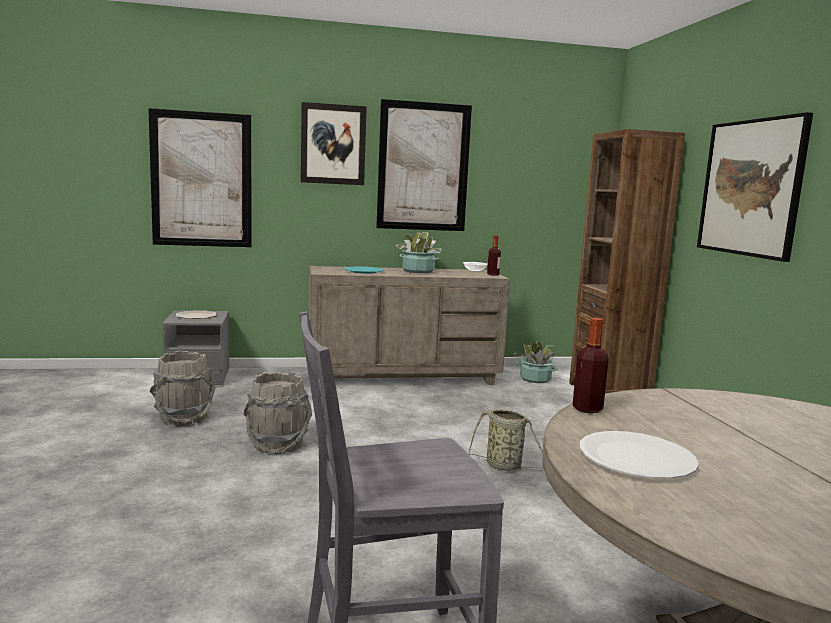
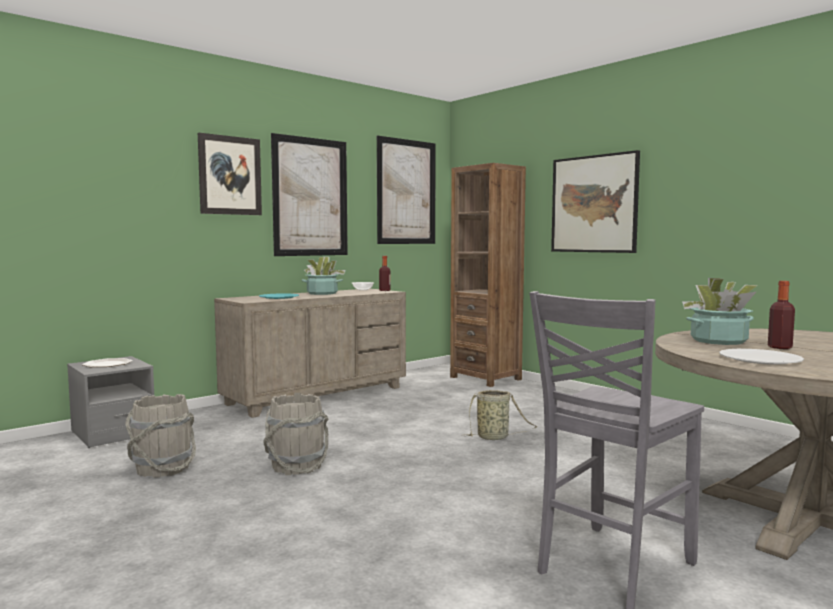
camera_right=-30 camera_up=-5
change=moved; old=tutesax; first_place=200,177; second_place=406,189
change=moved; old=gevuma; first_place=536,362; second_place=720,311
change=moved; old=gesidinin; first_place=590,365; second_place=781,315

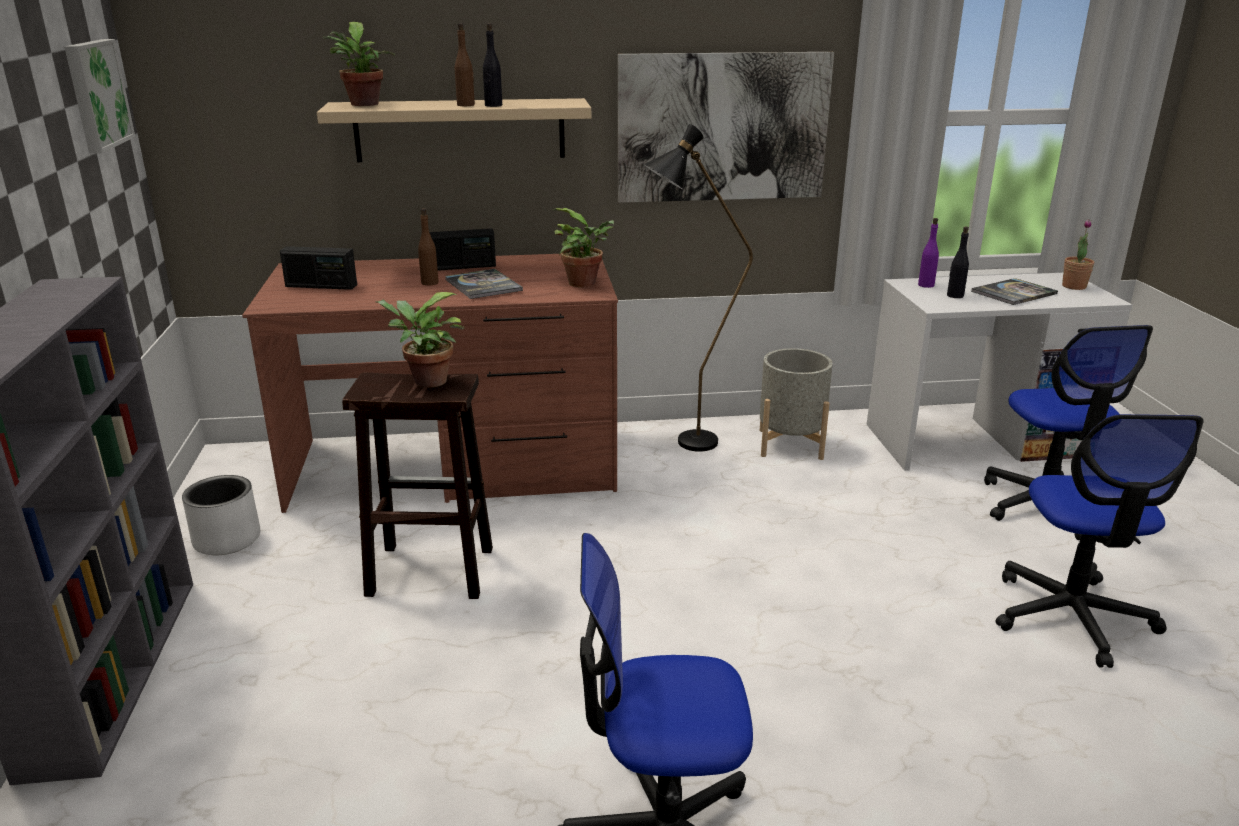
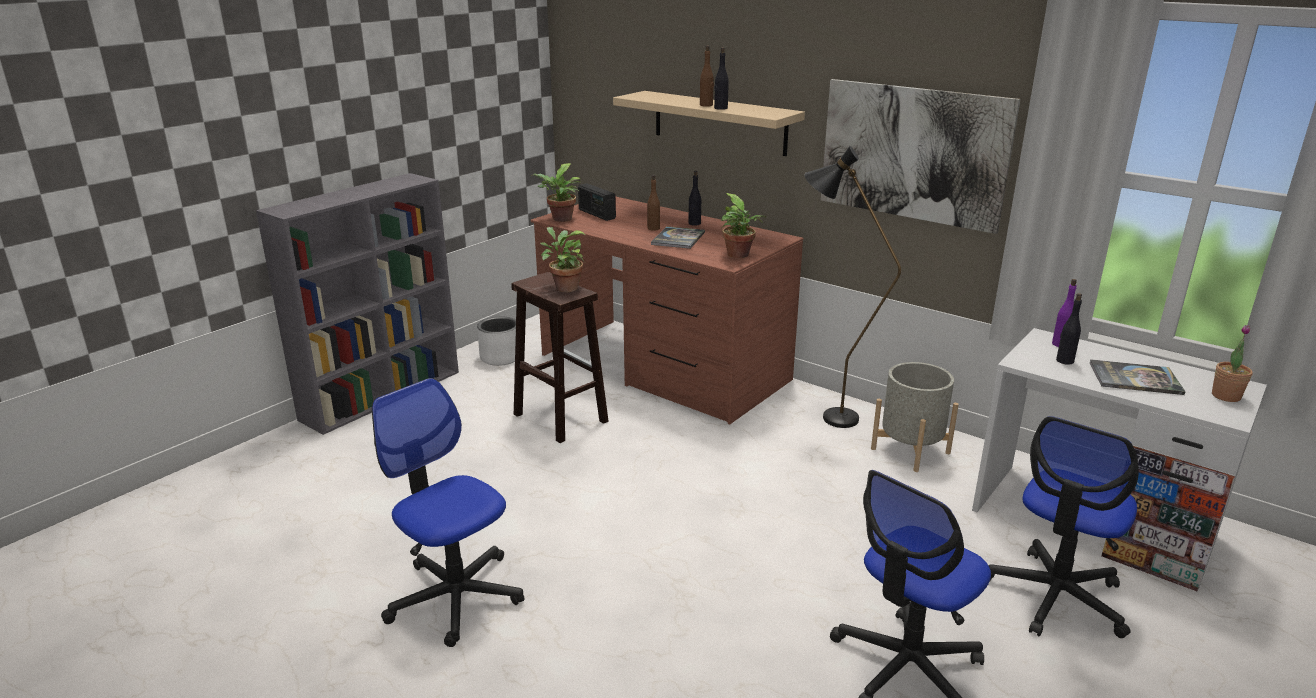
camera_right=45 camera_up=0
change=removed; old=tutesax; first_place=99,96
change=moved; old=gevuma; first_place=359,64; second_place=556,192
change=replaced; old=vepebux; new=black gesidinin; first_place=462,249; second_place=694,198

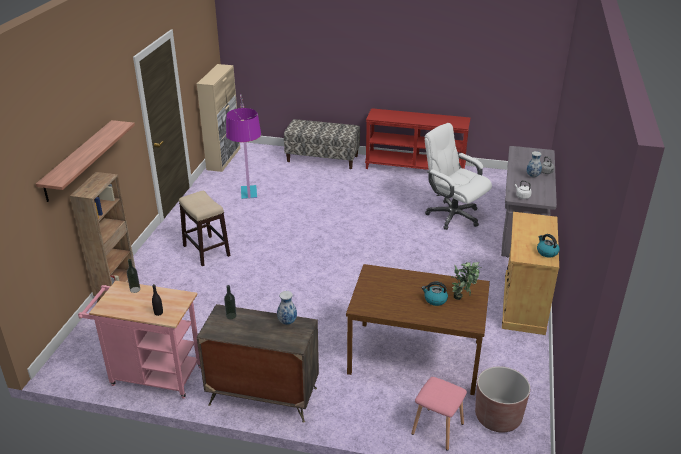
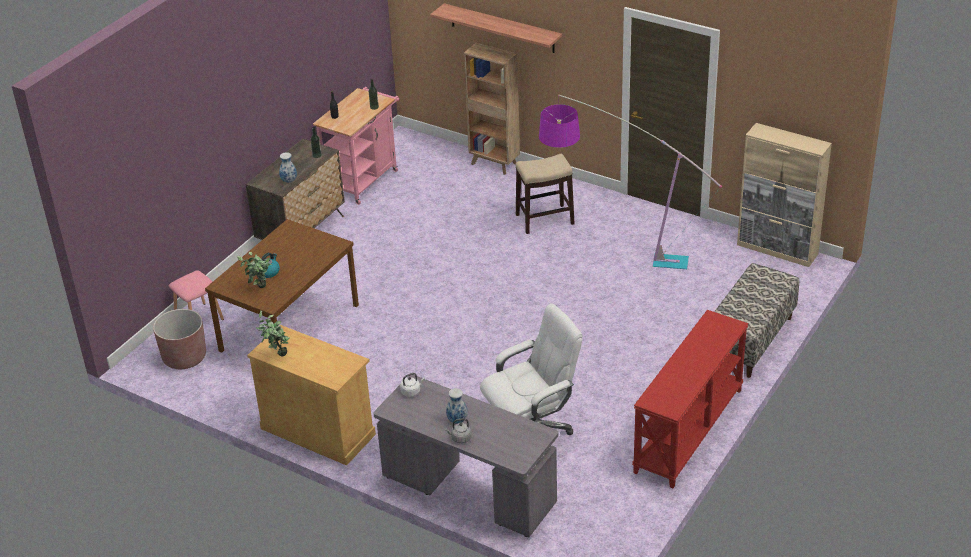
camera_right=110 camera_up=5
change=replaced; old=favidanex; new=gevuma; first_place=548,245; second_place=273,334

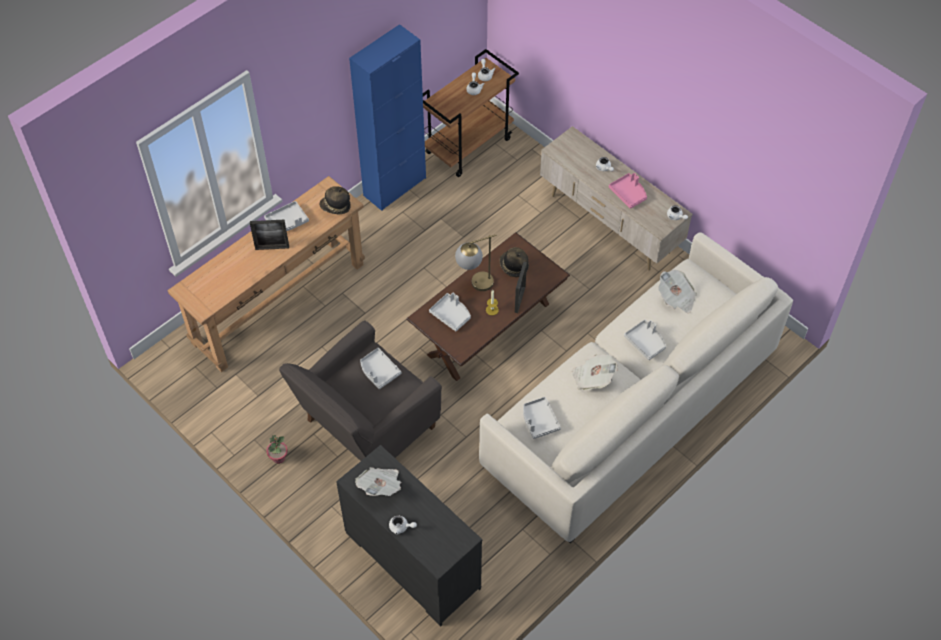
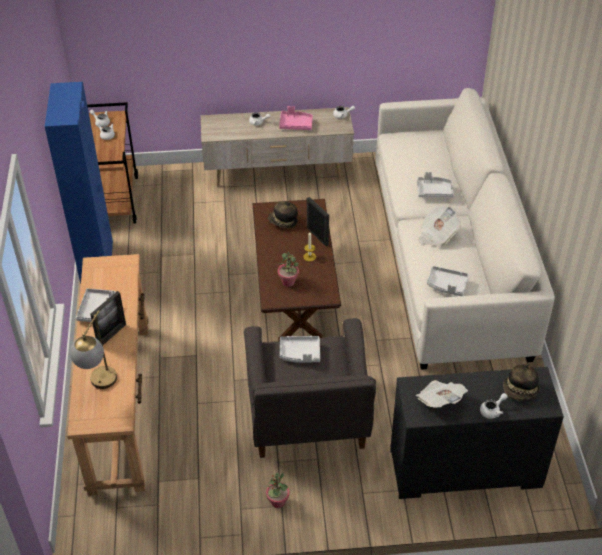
camera_right=-50 camera_up=-10
change=moved; old=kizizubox; first_place=335,200; second_place=521,382
change=replaced; old=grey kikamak; new=gevuma; first_place=450,312; second_place=288,269
change=moved; old=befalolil; first_place=476,263; second_place=93,349
change=removed; old=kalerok; first_place=677,292

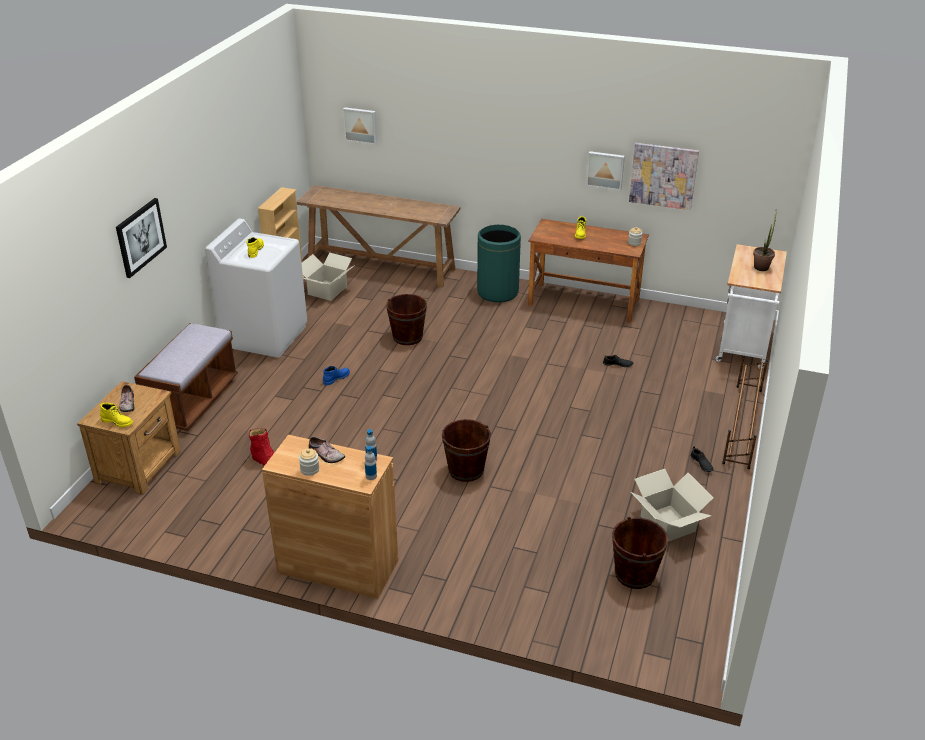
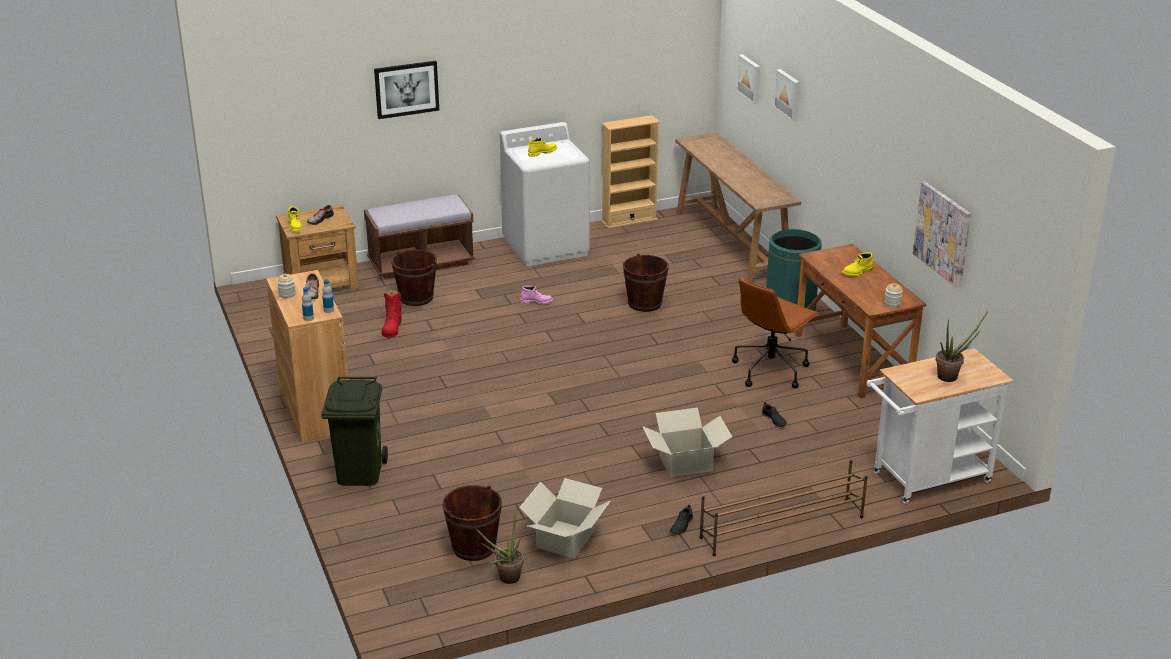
camera_right=50 camera_up=-5
change=moved; old=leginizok; first_place=328,277; second_place=687,442
change=recoloured; old=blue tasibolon; new=pink tasibolon; first_place=336,375; second_place=536,295
change=moved; old=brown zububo; first_place=466,450; second_place=414,278
change=moved; old=tutesax; first_place=605,171; second_place=787,95
change=added; new=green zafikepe; second_place=354,431
change=added; new=gevuma; second_place=500,548
change=added; new=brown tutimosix; second_place=776,333

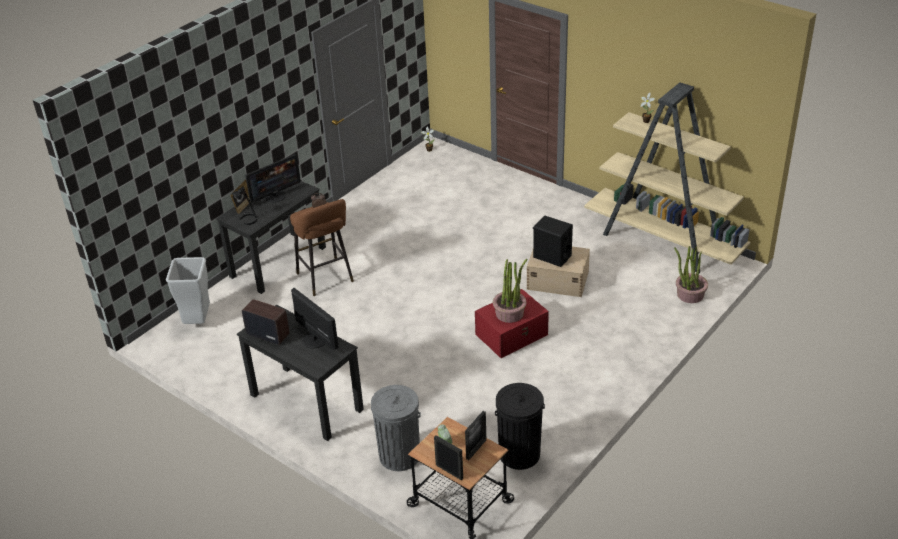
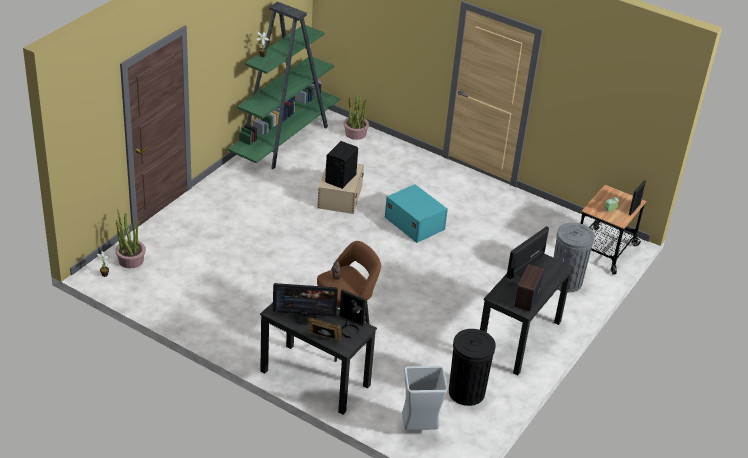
camera_right=-100 camera_up=0
change=turned; old=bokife; first_place=273,178; second_place=305,304; degrees=135
change=moved; old=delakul; first_place=475,435; second_place=352,307
change=recoloured; old=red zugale; new=turquoise zugale; first_place=512,323; second_place=416,213
change=moved; old=gevuma; first_place=510,291; second_place=130,238
change=moved; old=black zafikepe; first_place=520,426; second_place=472,367
change=recoloured; old=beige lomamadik; new=green lomamadik; first_place=667,177; second_place=284,85

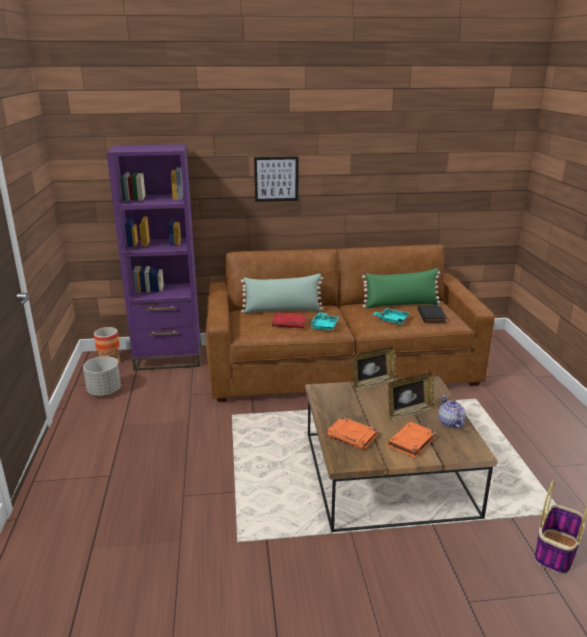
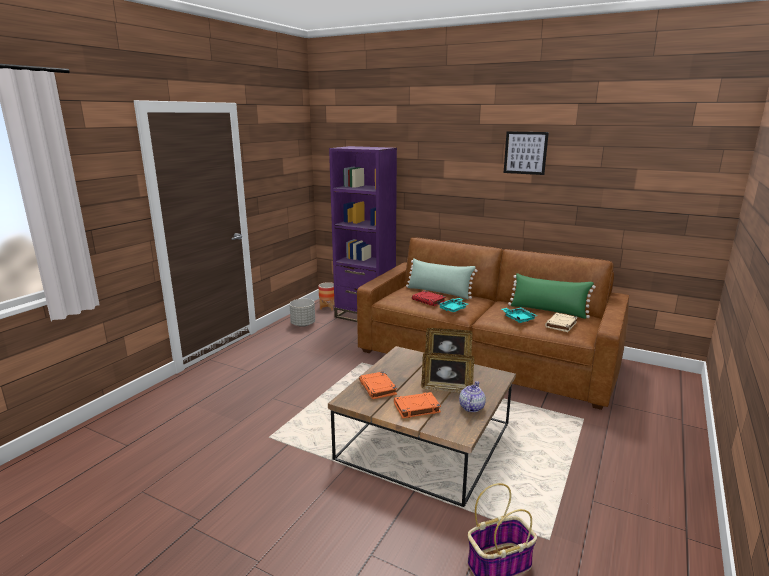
camera_right=35 camera_up=-5
change=moved; old=tutesax; first_place=276,179; second_place=526,153
change=recoloured; old=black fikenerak; new=beige fikenerak; first_place=432,314; second_place=561,322

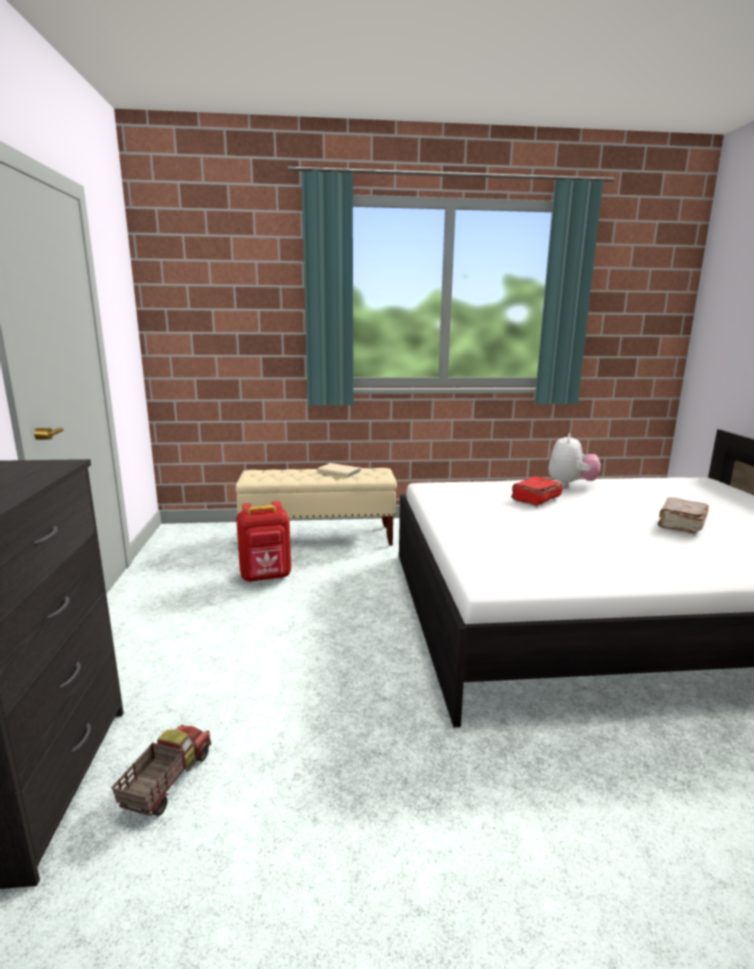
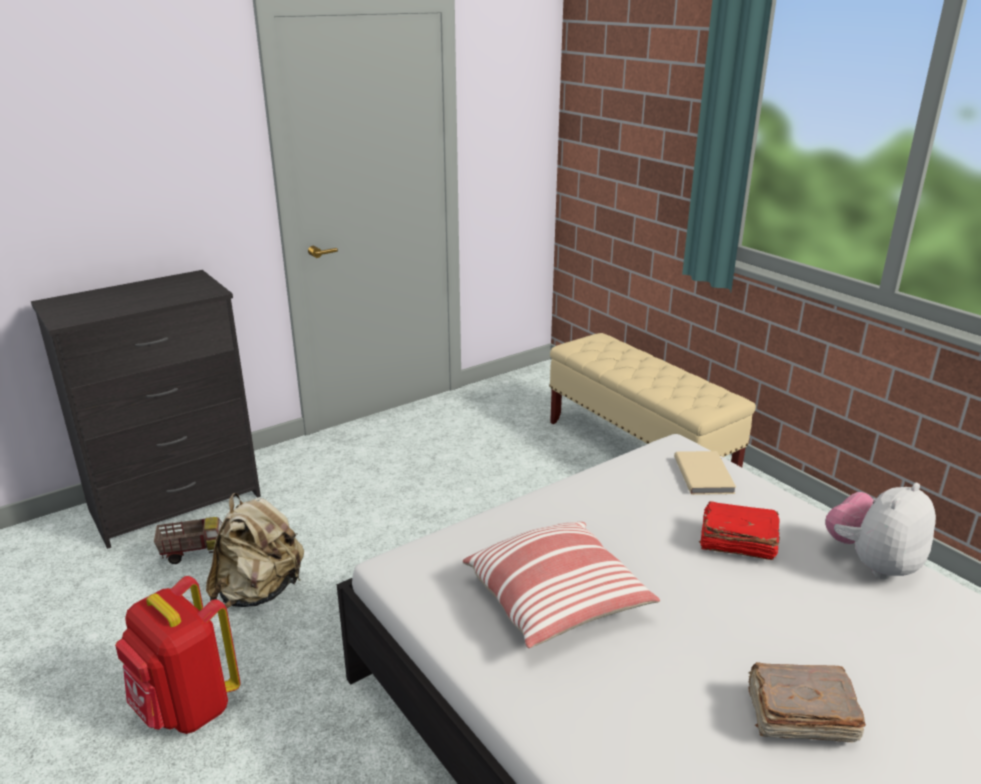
camera_right=60 camera_up=10
change=moved; old=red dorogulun; first_place=263,541; second_place=178,655
change=moved; old=beige fikenerak; first_place=338,470; second_place=705,473
change=turned; old=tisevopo; first_place=575,460; second_place=881,531; degrees=150
change=added; new=beige dorogulun; second_place=255,550
change=added; new=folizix; second_place=561,585

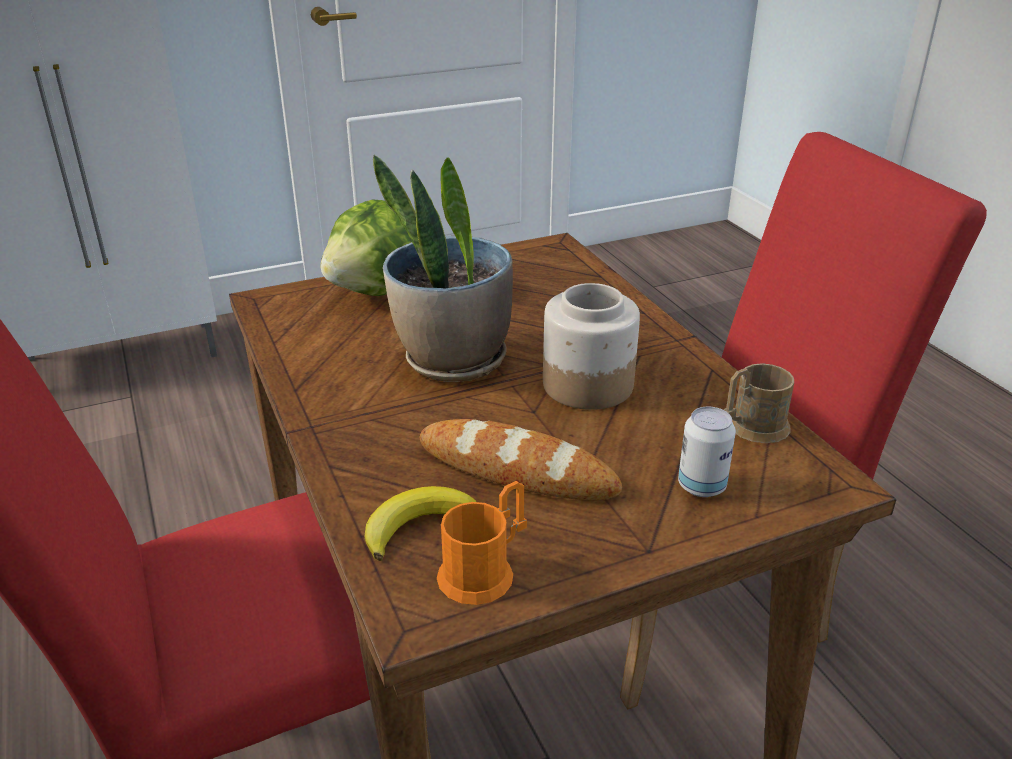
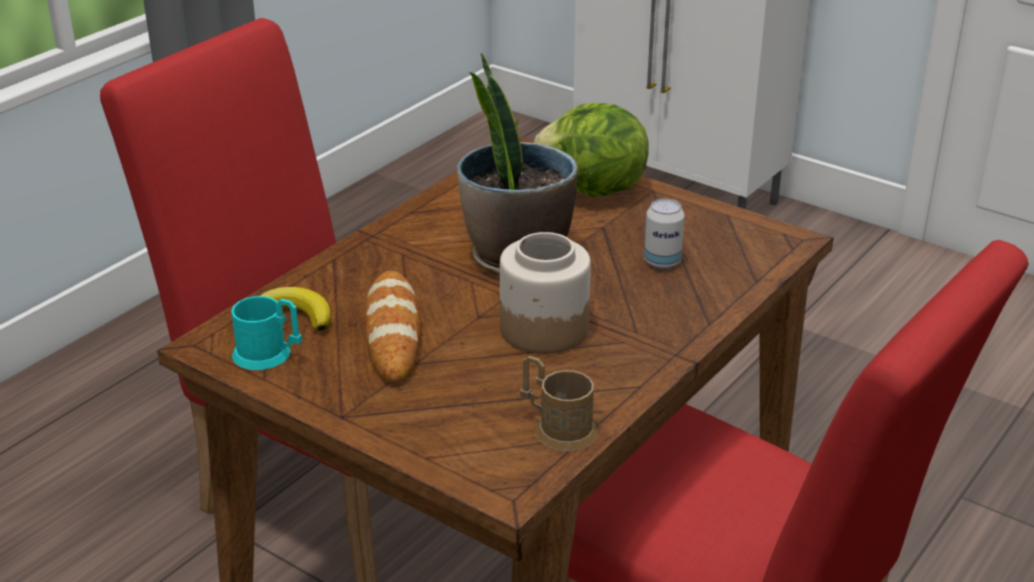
camera_right=60 camera_up=0
change=recoloured; old=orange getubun; new=turquoise getubun; first_place=482,543; second_place=266,333
change=moved; old=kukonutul; first_place=707,452; second_place=664,233

